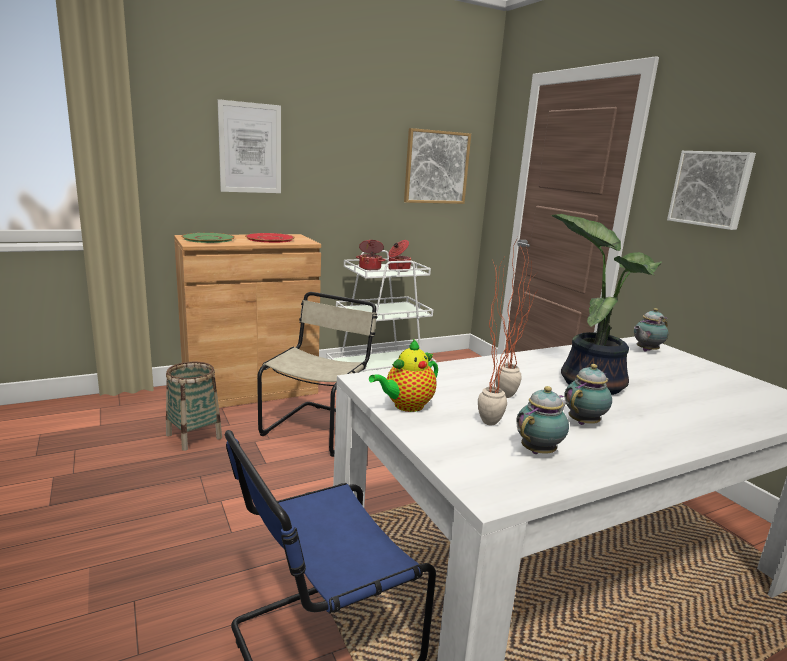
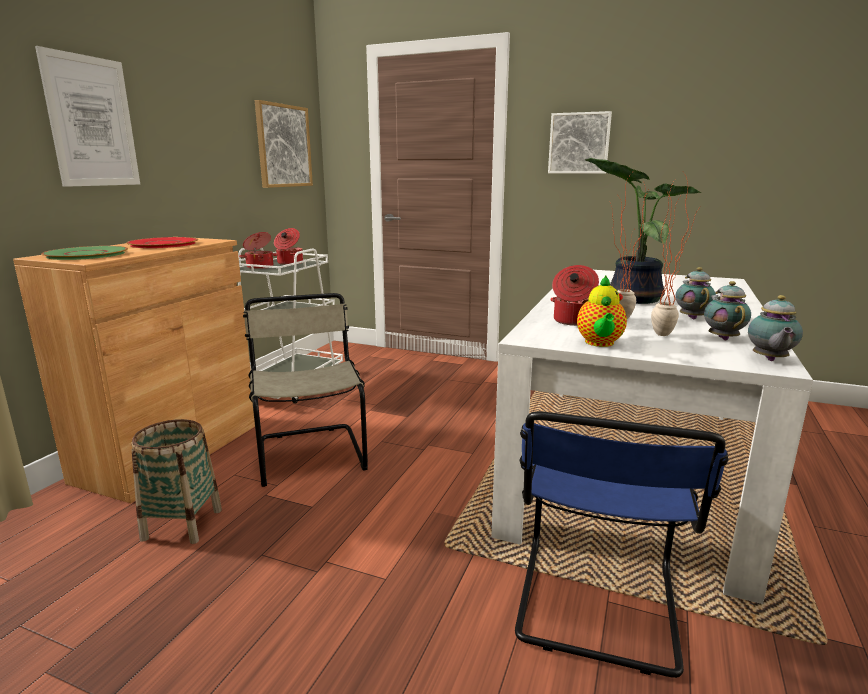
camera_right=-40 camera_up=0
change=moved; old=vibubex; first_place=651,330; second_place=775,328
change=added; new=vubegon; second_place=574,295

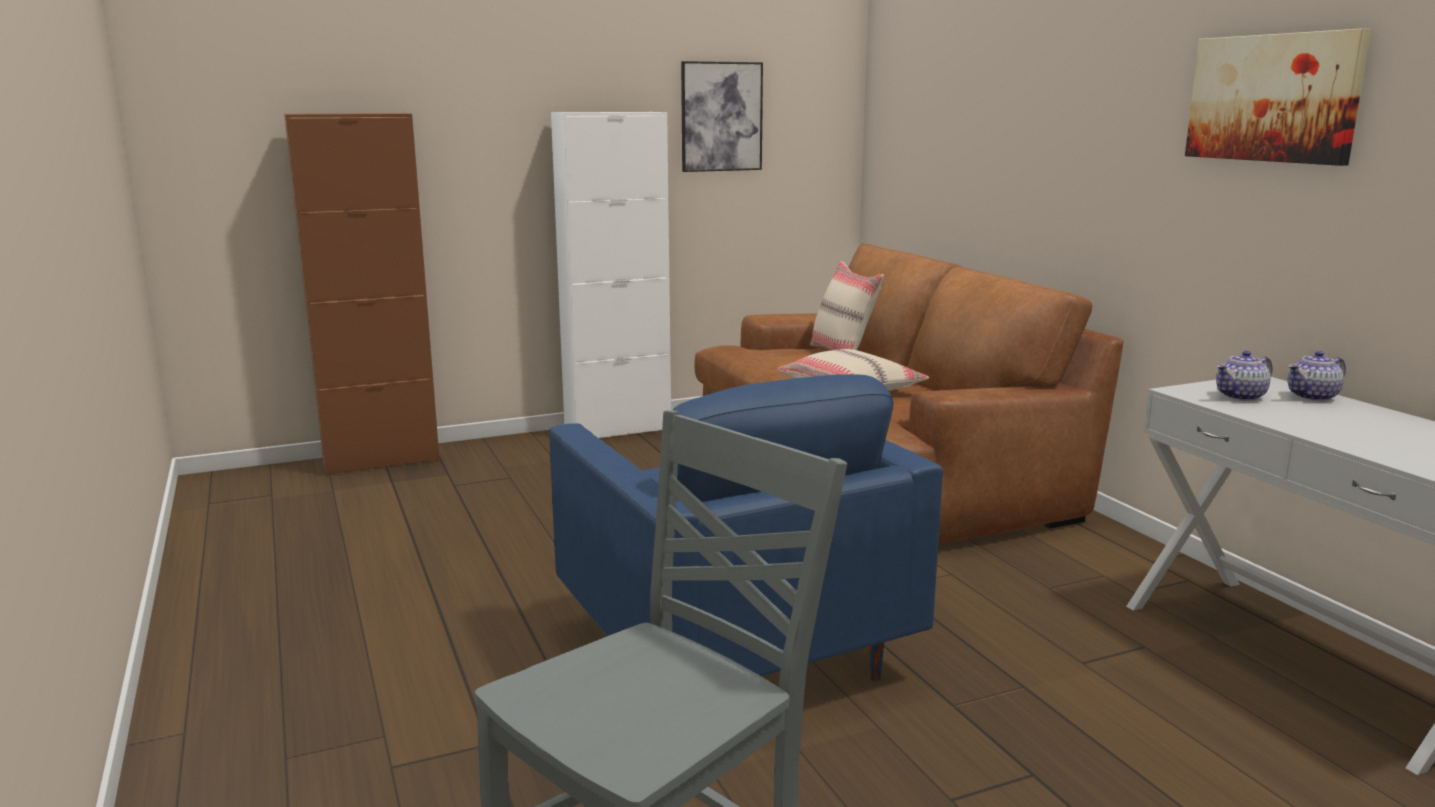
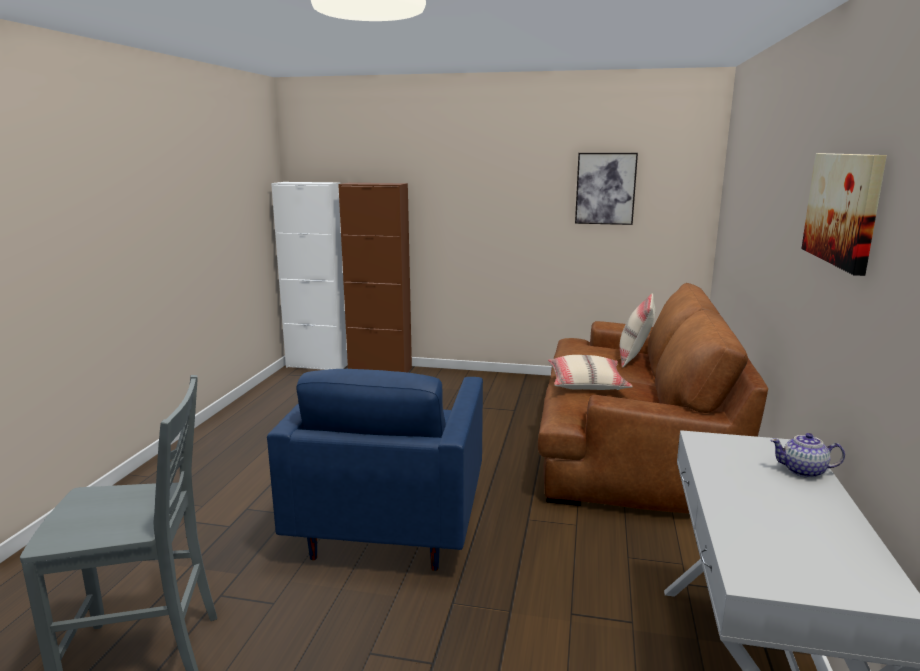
camera_right=35 camera_up=0
change=moved; old=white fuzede; first_place=611,275; second_place=309,276
change=removed; old=vibubex; first_place=1244,376

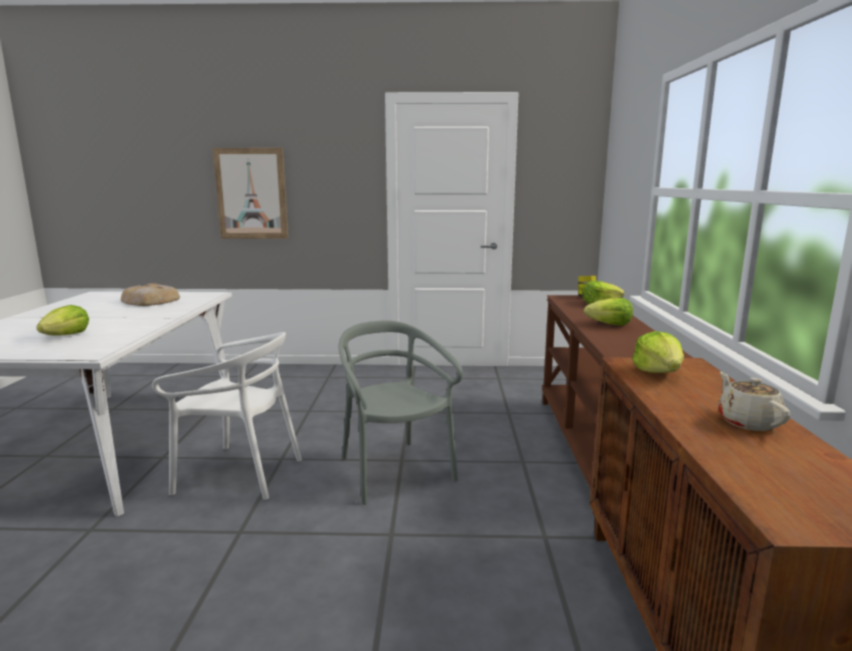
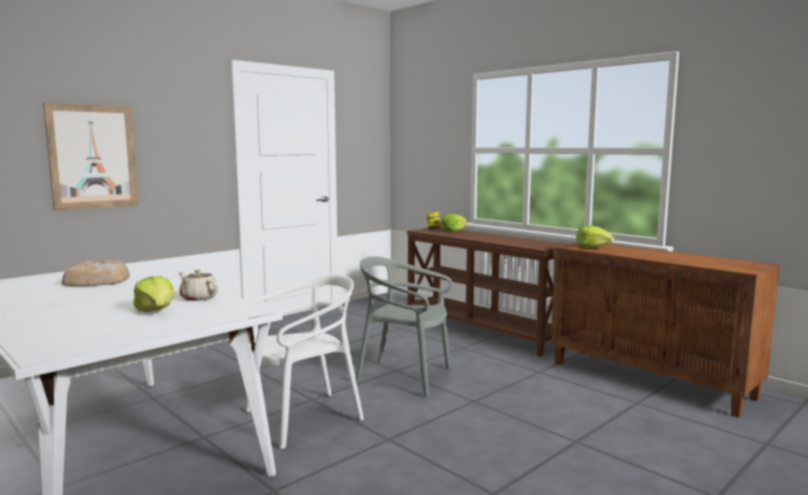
camera_right=-45 camera_up=-5
change=removed; old=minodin; first_place=608,312
change=moved; old=beige vibubex; first_place=754,401; second_place=199,285

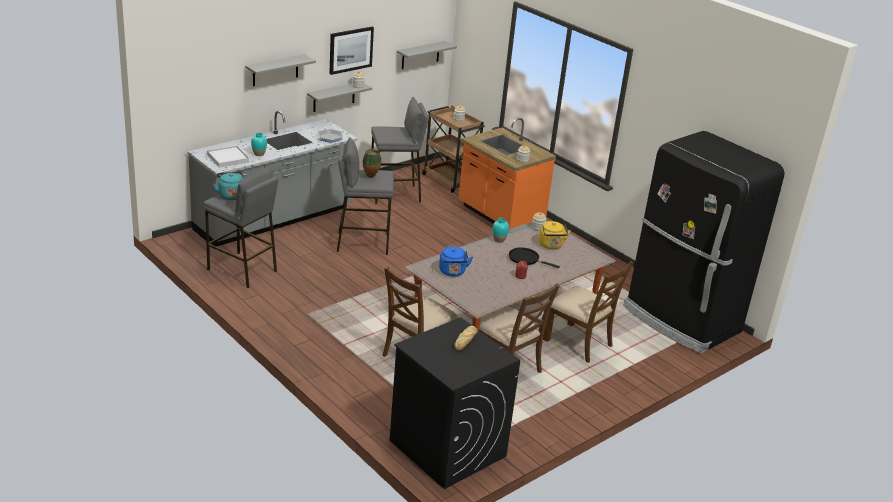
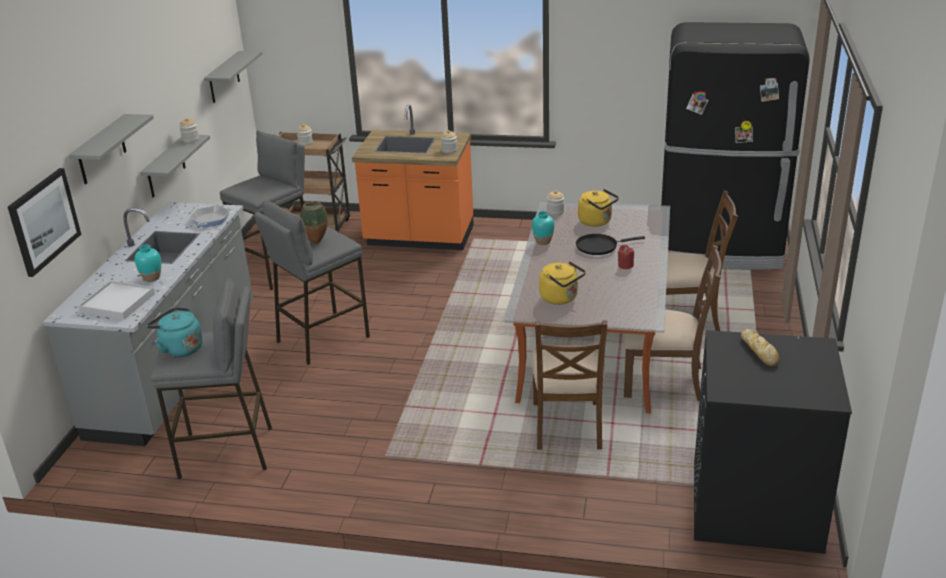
camera_right=-35 camera_up=0
change=moved; old=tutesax; first_place=351,51; second_place=44,222
change=recoloured; old=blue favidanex; new=yellow favidanex; first_place=456,261; second_place=562,283

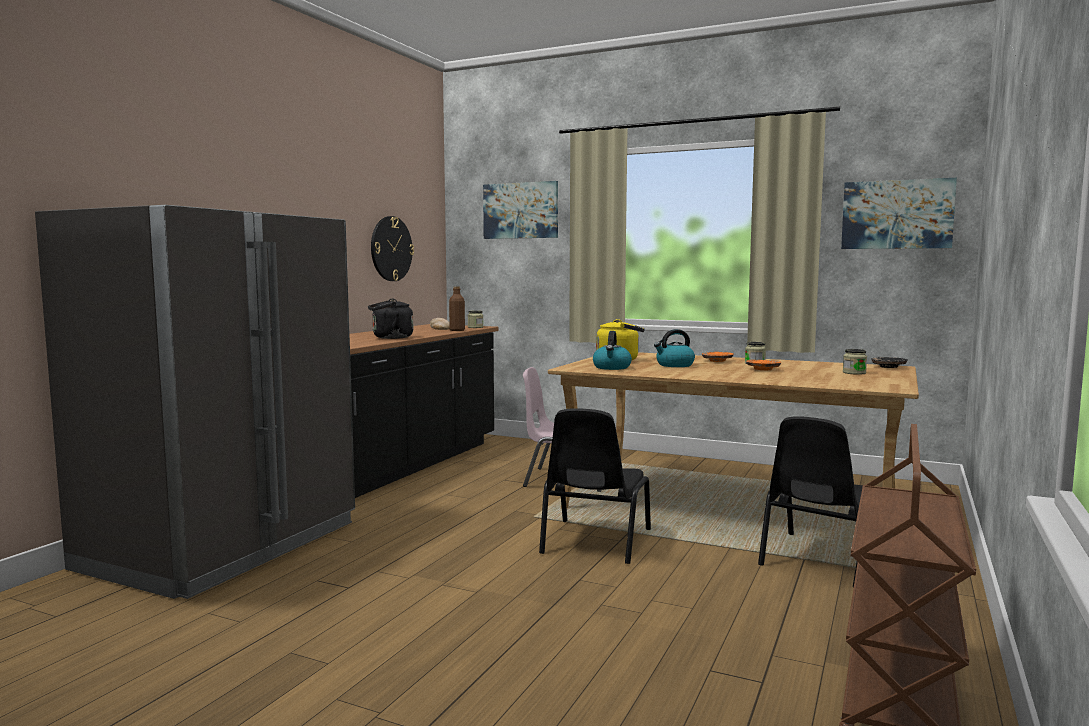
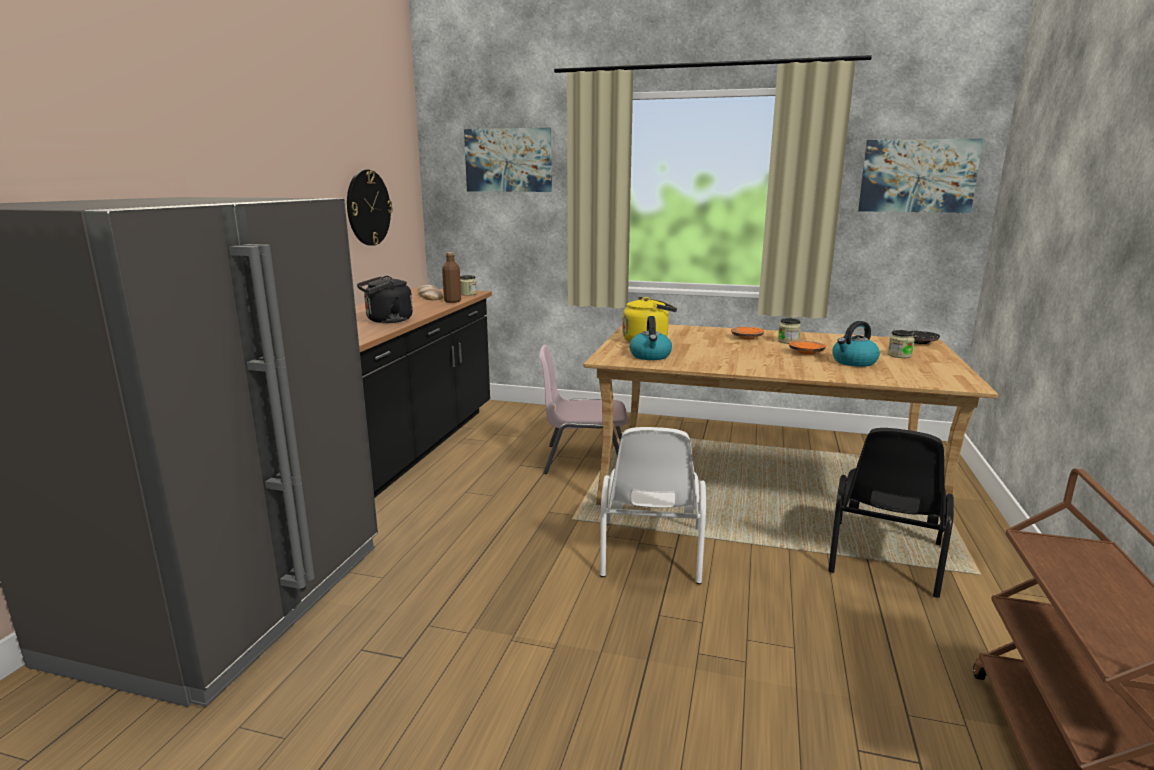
camera_right=-10 camera_up=10
change=recoloured; old=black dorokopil; new=white dorokopil; first_place=595,486; second_place=653,505
change=moved; old=favidanex; first_place=674,348; second_place=856,344

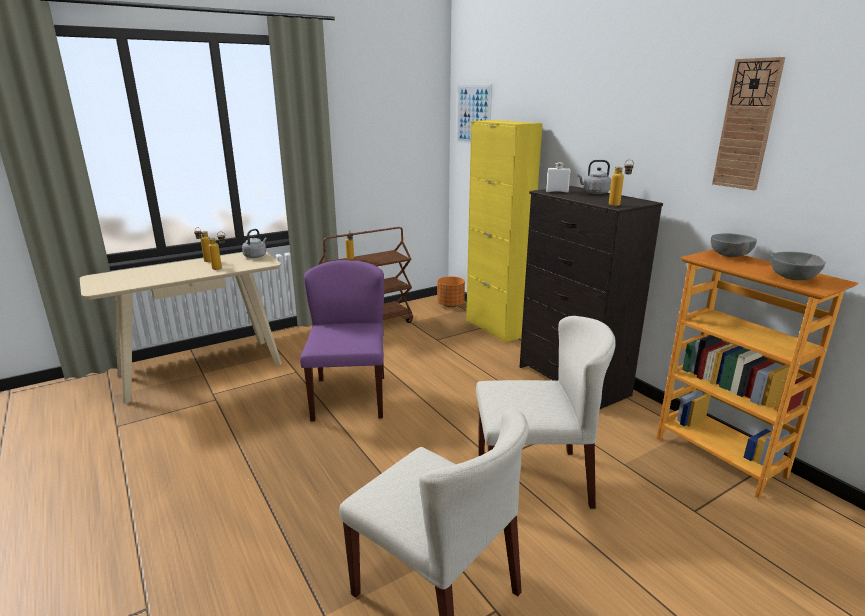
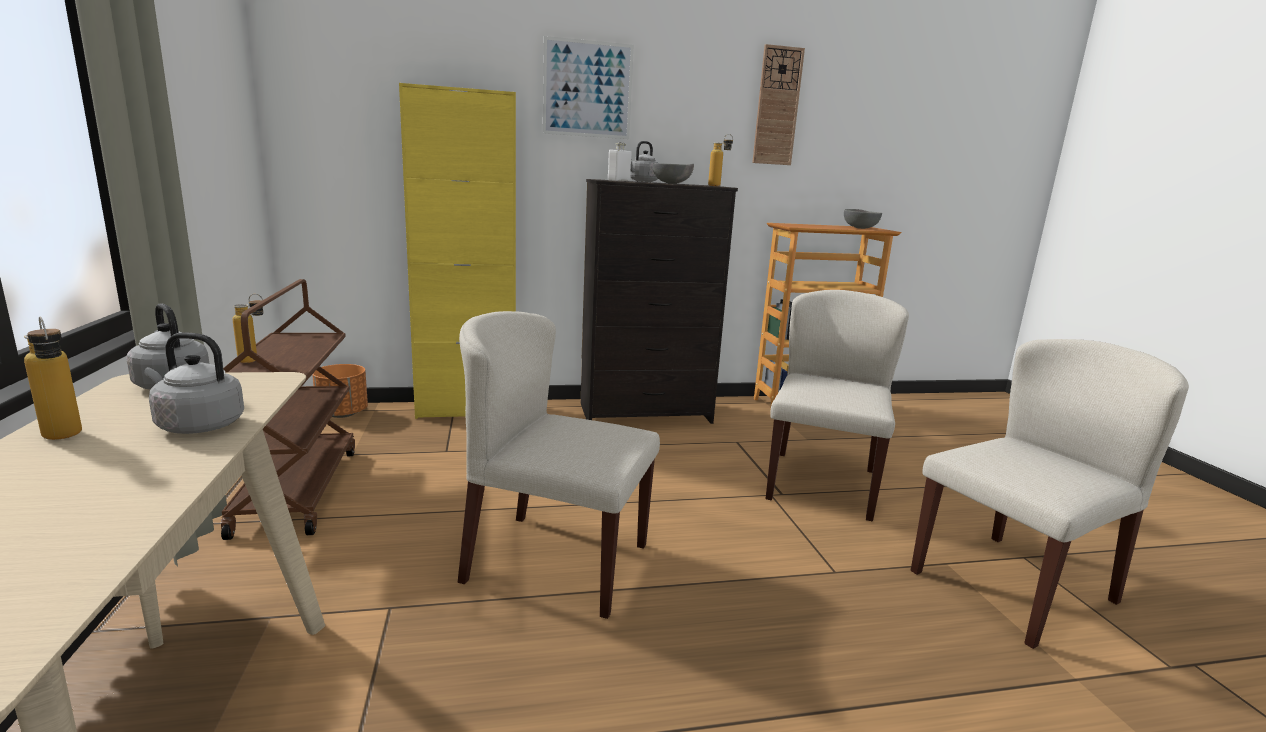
camera_right=-70 camera_up=-5
change=replaced; old=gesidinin; new=grey favidanex; first_place=217,251; second_place=194,383
change=recoloured; old=purple dorokopil; new=beige dorokopil; first_place=342,340; second_place=559,465
change=moved; old=tutesax; first_place=474,114; second_place=588,87
change=moved; old=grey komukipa; first_place=734,245; second_place=673,173

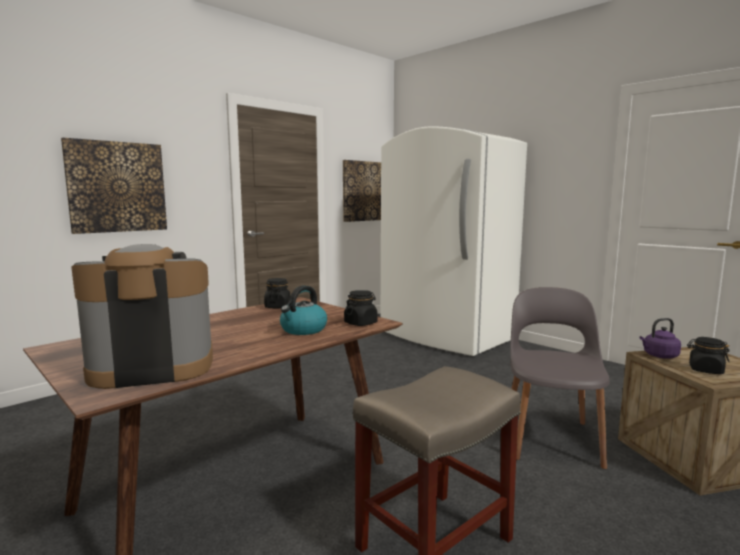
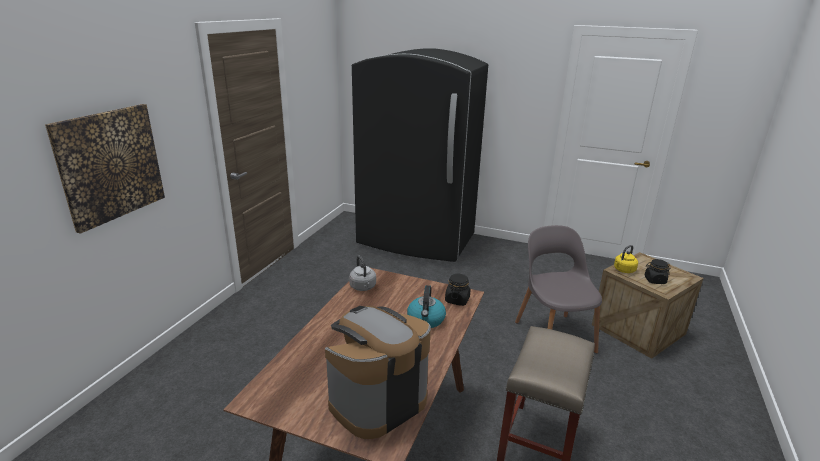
camera_right=-25 camera_up=15
change=replaced; old=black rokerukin; new=grey favidanex; first_place=277,293; second_place=362,273
change=removed; old=tutesax; first_place=362,191
change=recoloured; old=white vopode; new=black vopode; first_place=454,241; second_place=420,155
change=recoloured; old=purple favidanex; new=yellow favidanex; first_place=660,338; second_place=626,259

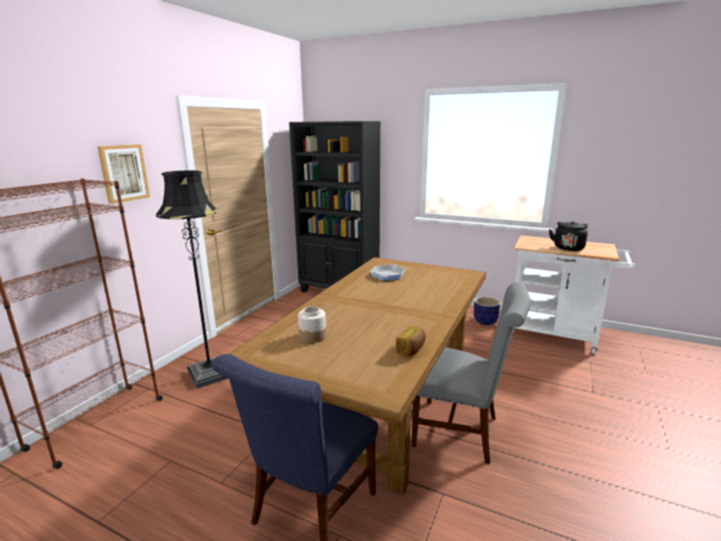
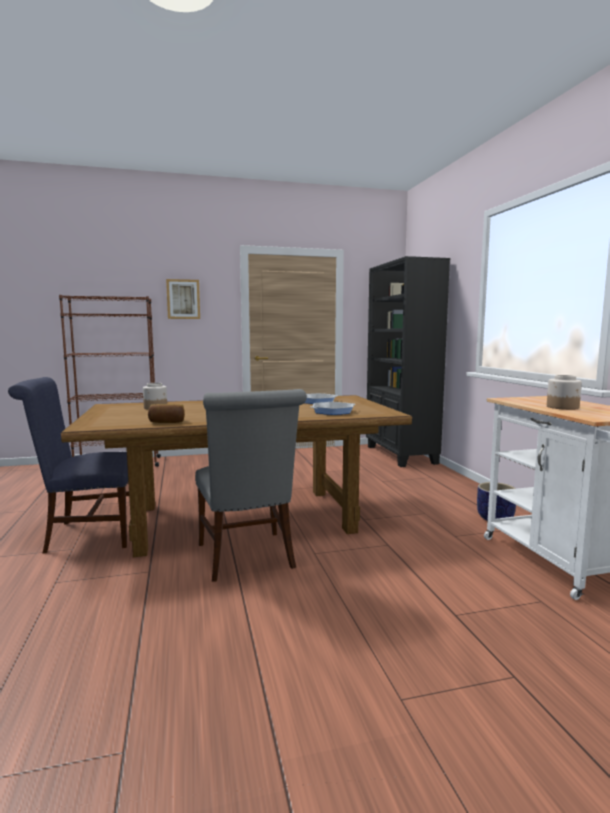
camera_right=50 camera_up=-10
change=removed; old=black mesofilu; first_place=192,280
change=replaced; old=black favidanex; new=rokerukin; first_place=568,236; second_place=564,392
change=added; new=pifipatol; second_place=333,408

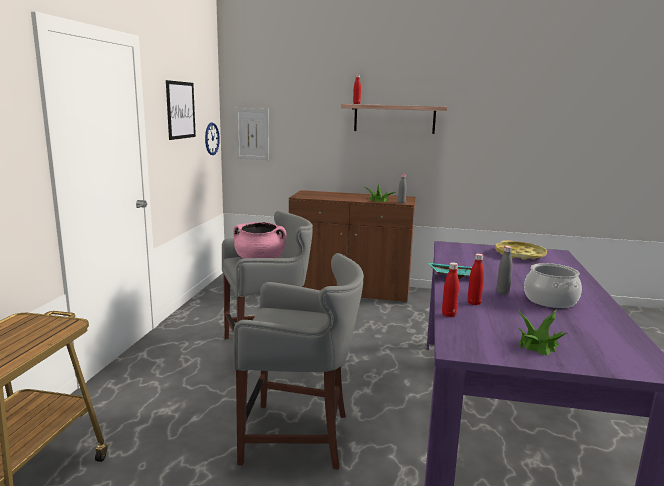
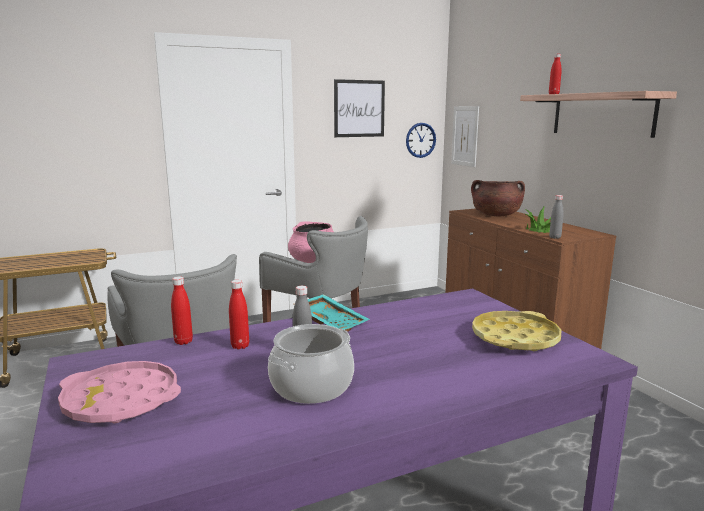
camera_right=55 camera_up=0
change=replaced; old=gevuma; new=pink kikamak; first_place=542,332; second_place=119,392
change=added; new=brown vubegon; second_place=498,198

